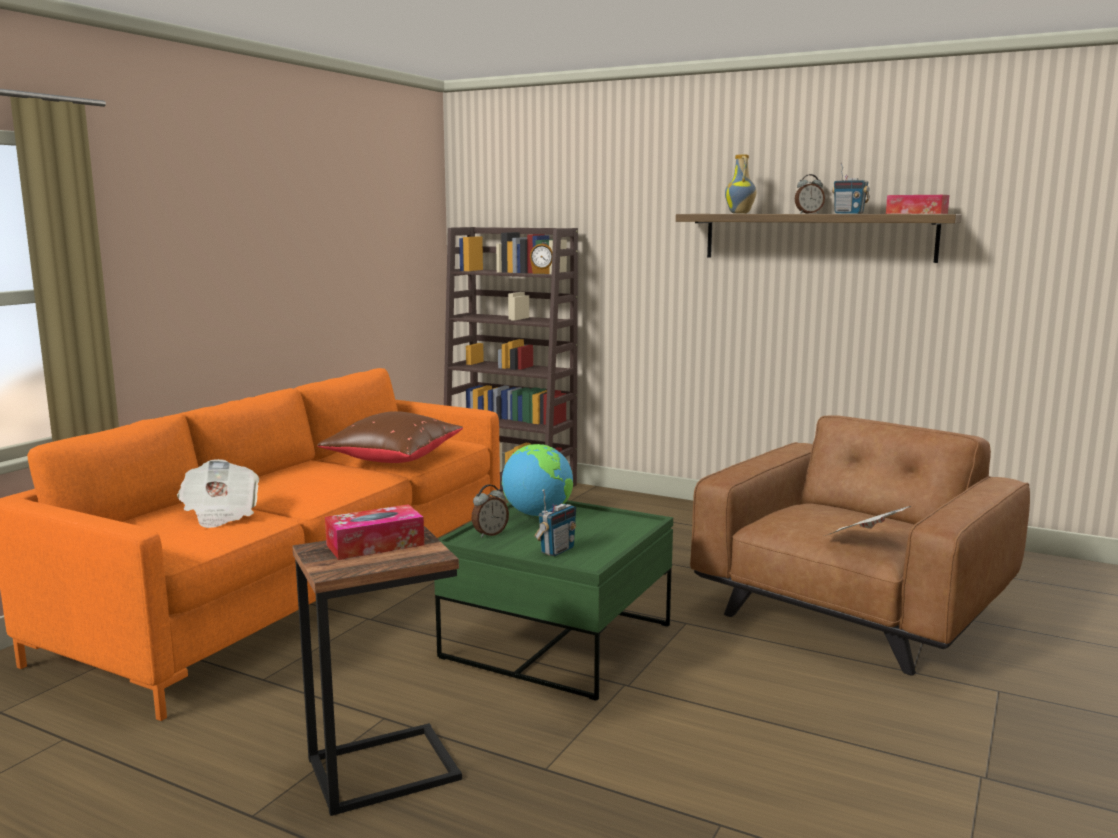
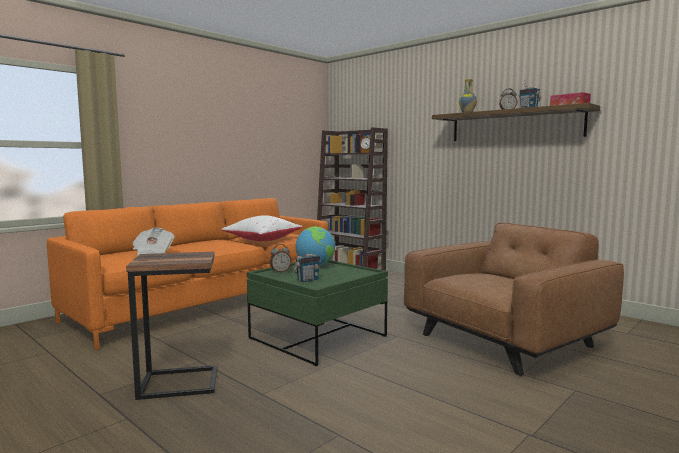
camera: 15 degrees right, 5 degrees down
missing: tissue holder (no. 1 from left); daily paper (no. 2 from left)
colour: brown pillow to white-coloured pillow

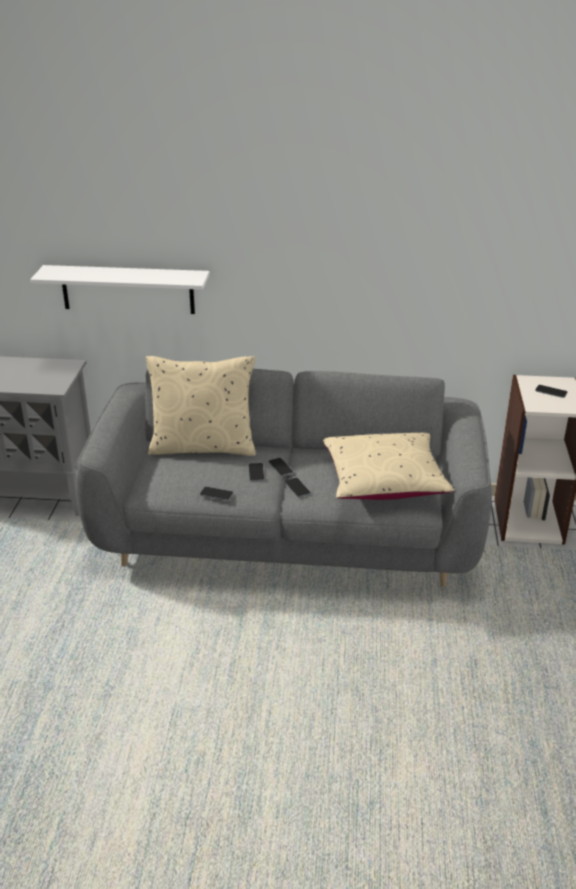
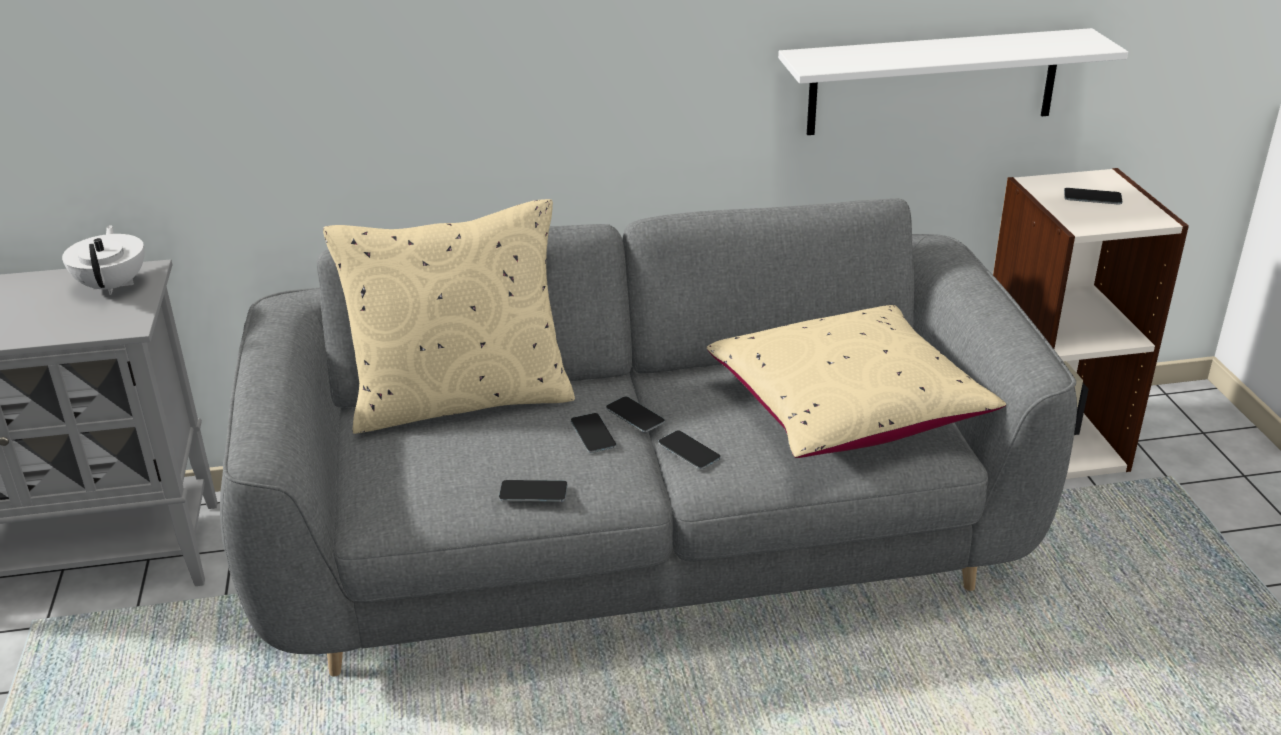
camera: 15 degrees left, 0 degrees up
appeared: white-coloured pot for tea
relocated: white-coloured wall shelf

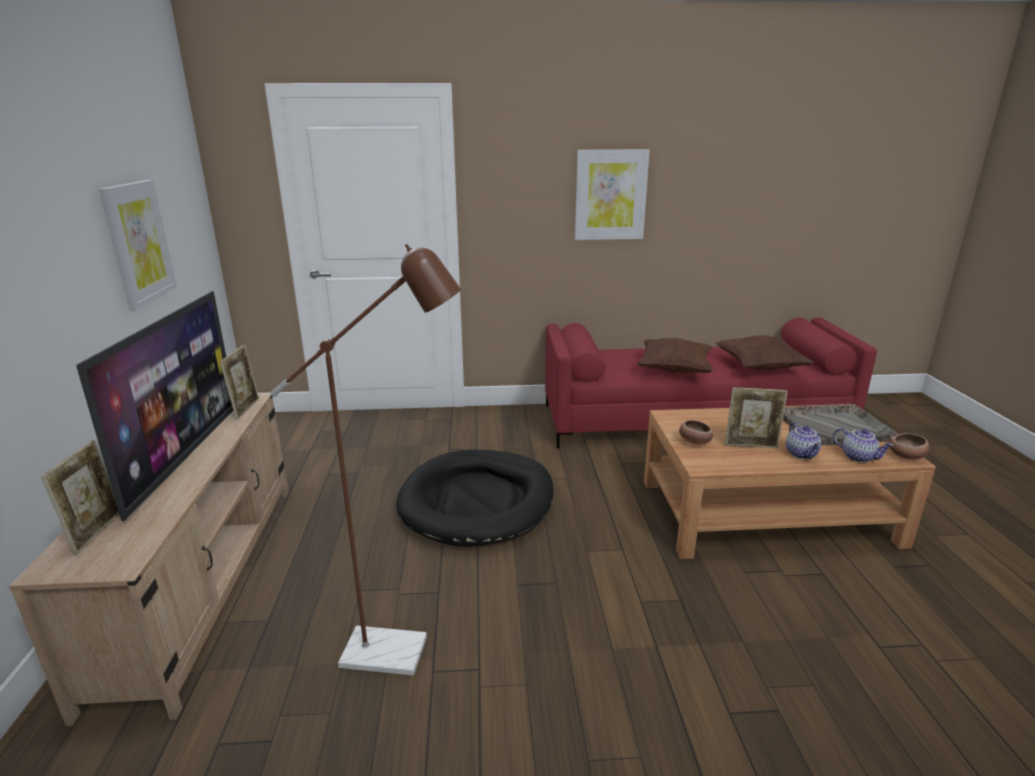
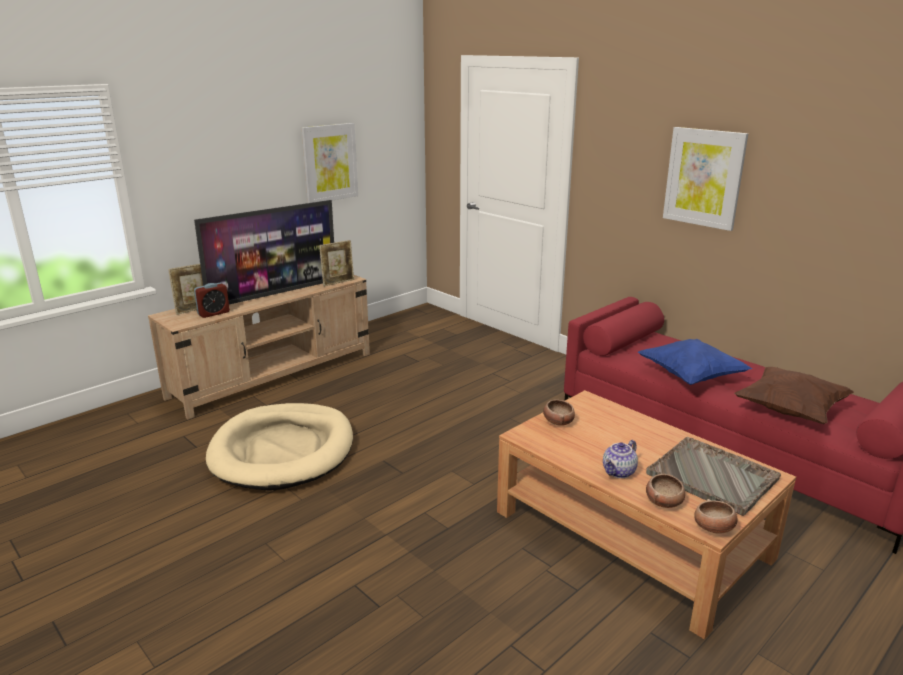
camera: 50 degrees right, 0 degrees up
missing: picture frame (no. 3 from left); black-coloured pet bed
appeared: bedside clock
exchanged: brown standing lamp to sand-coloured pet bed; pot for tea (no. 2 from left) to deep dish (no. 2 from left)
colour: brown pillow (no. 1 from left) to bluish pillow

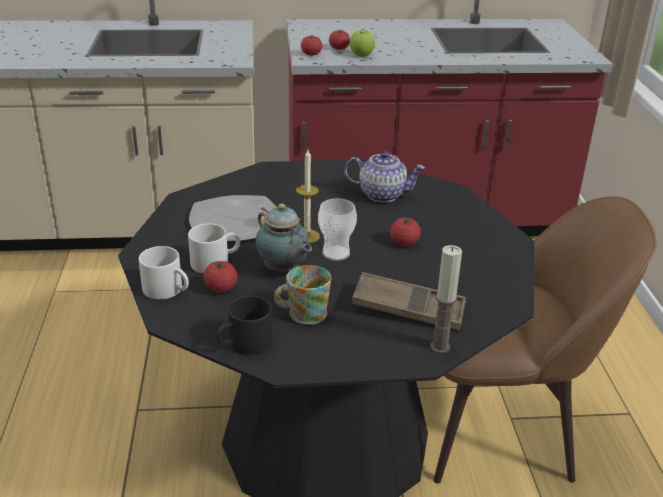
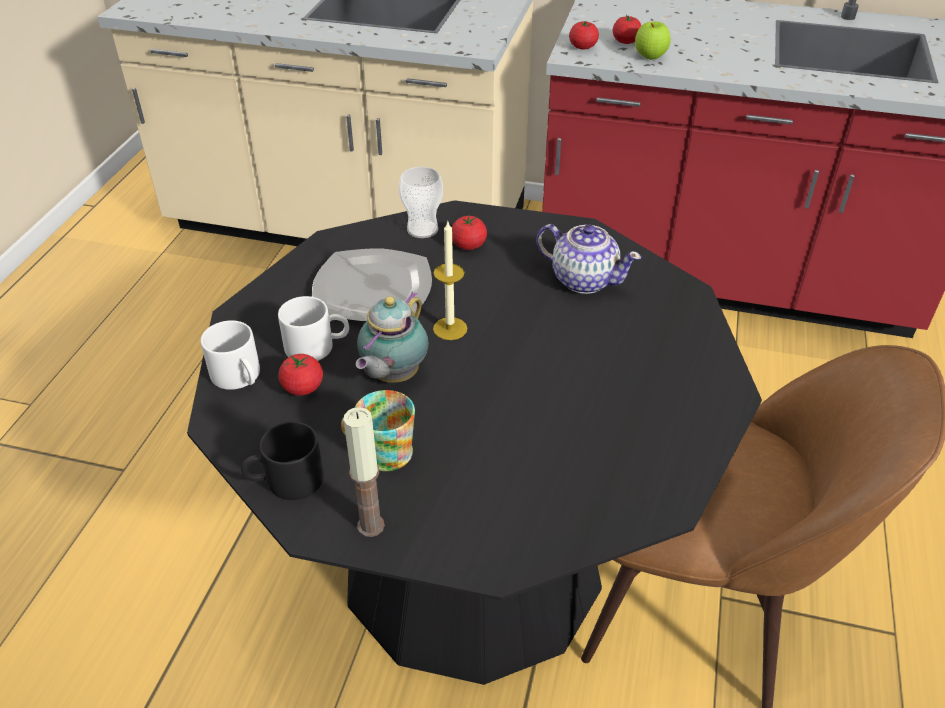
camera: 20 degrees right, 10 degrees up
missing: brown carrying tray
relocated: cup; whole tomato (no. 4 from left in the first image) to whole tomato (no. 2 from left); wax candle (no. 2 from left in the first image) to wax candle (no. 1 from left)
spun: pot for tea (no. 1 from left) 45 degrees clockwise

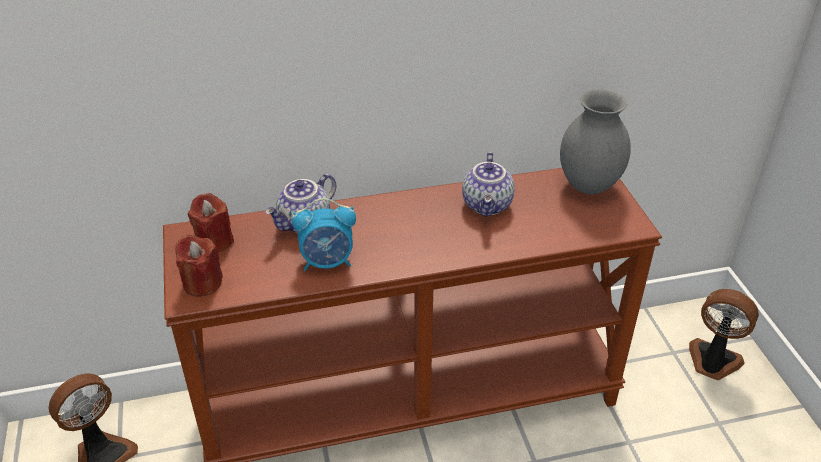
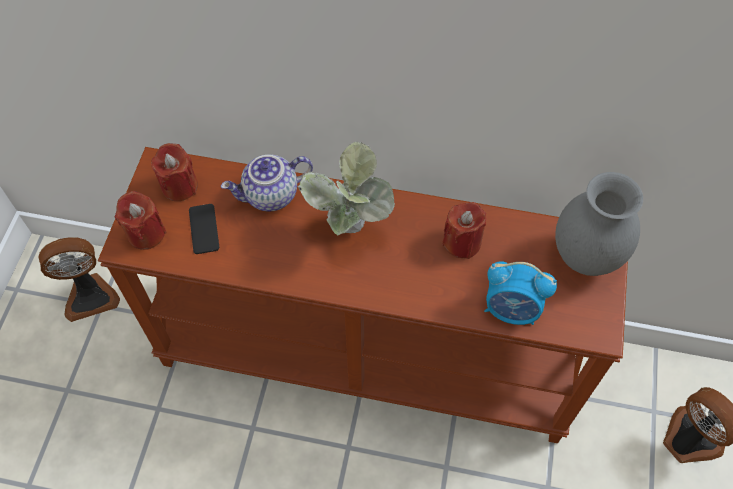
camera: 25 degrees right, 20 degrees up
appeared: potted plant; phone
relocated: bedside clock
exchanged: pot for tea (no. 2 from left) to red-coloured wax candle (no. 3 from left)

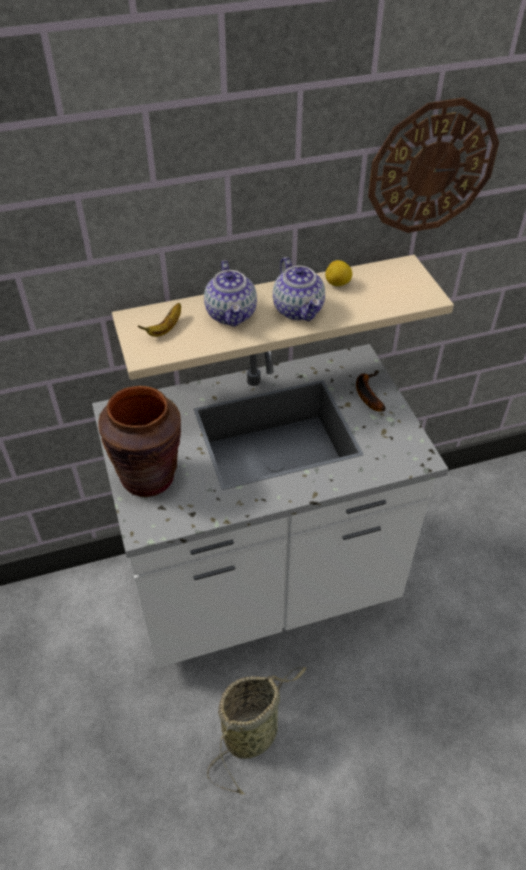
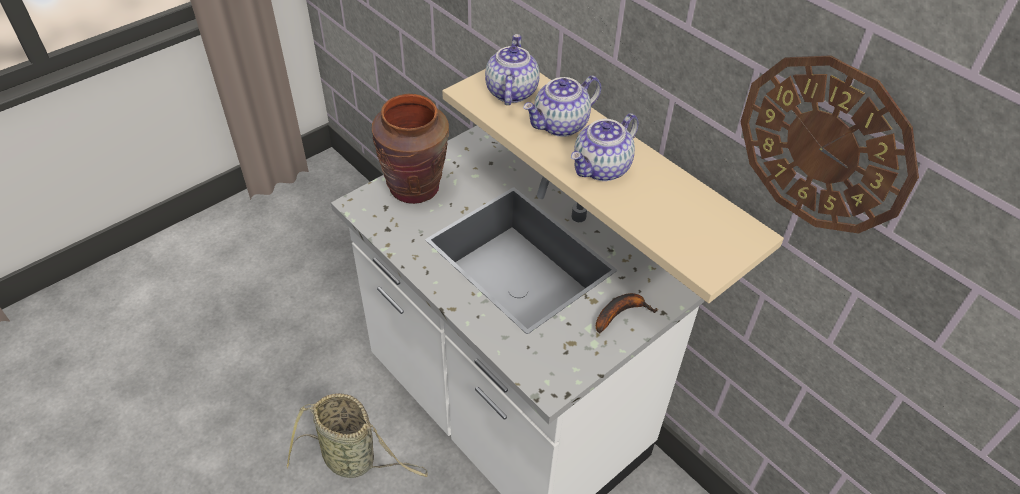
camera: 65 degrees right, 0 degrees up
missing: citrus fruit
exchanged: banana (no. 1 from left) to pot for tea (no. 1 from left)

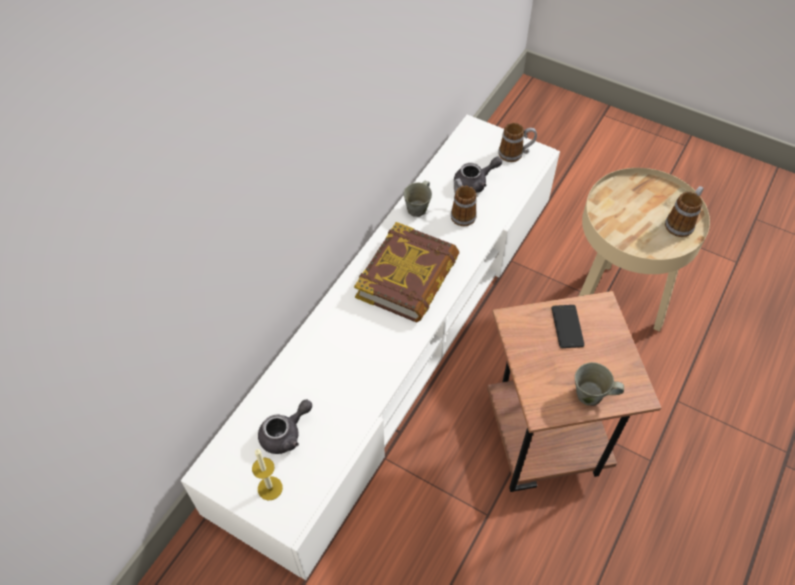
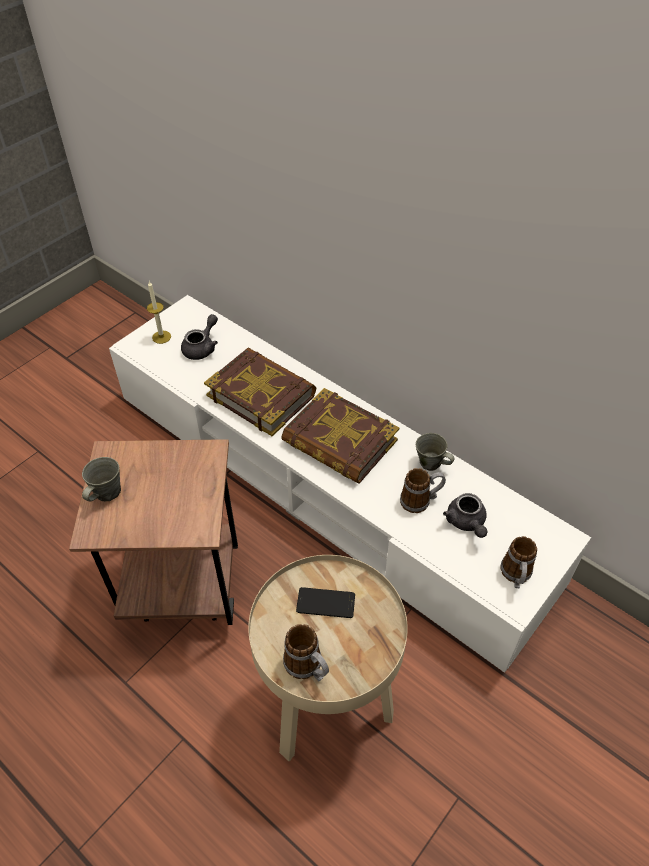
camera: 100 degrees right, 5 degrees down
appeared: volume (no. 1 from left)
relocated: phone
spun: greyish pot for tea (no. 1 from left) 120 degrees counterclockwise

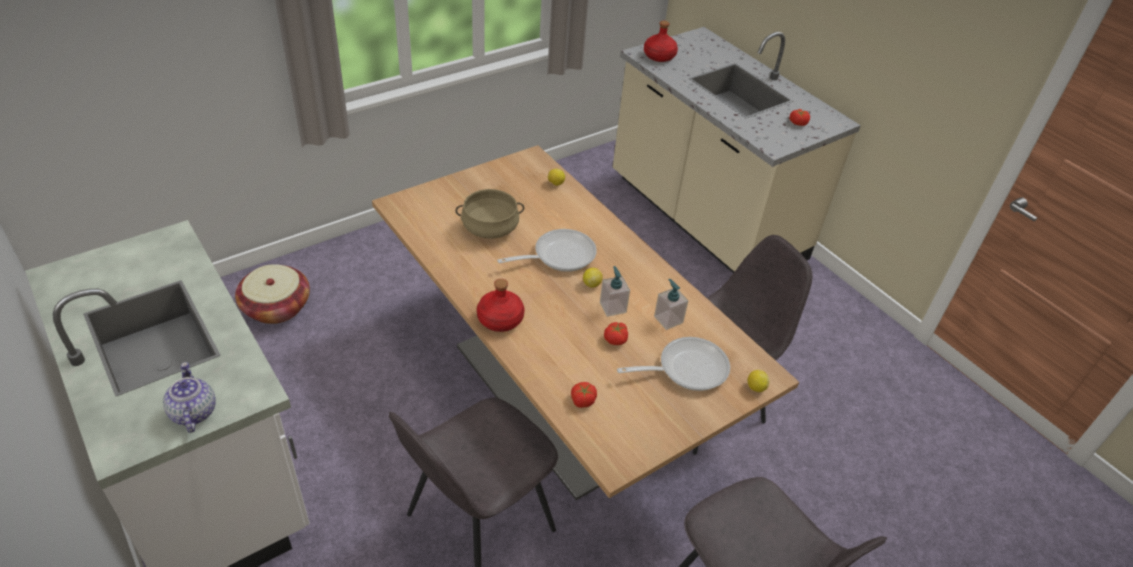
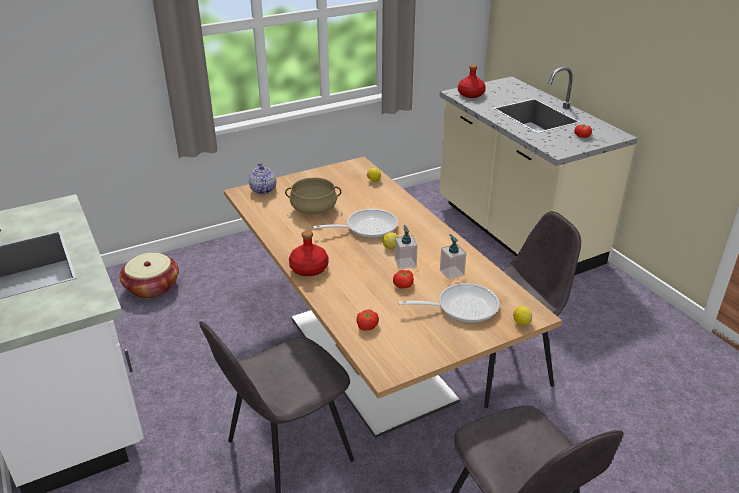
camera: 10 degrees right, 10 degrees down
relocated: pot for tea

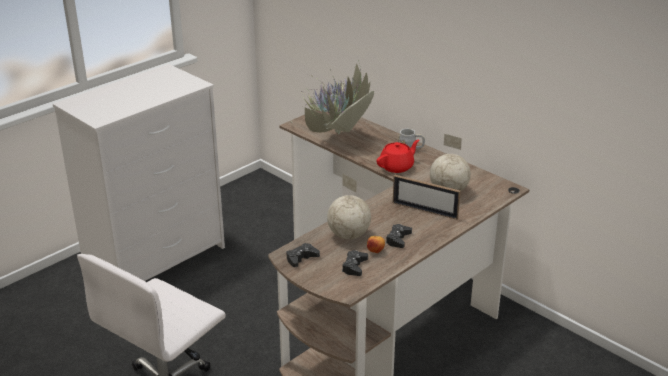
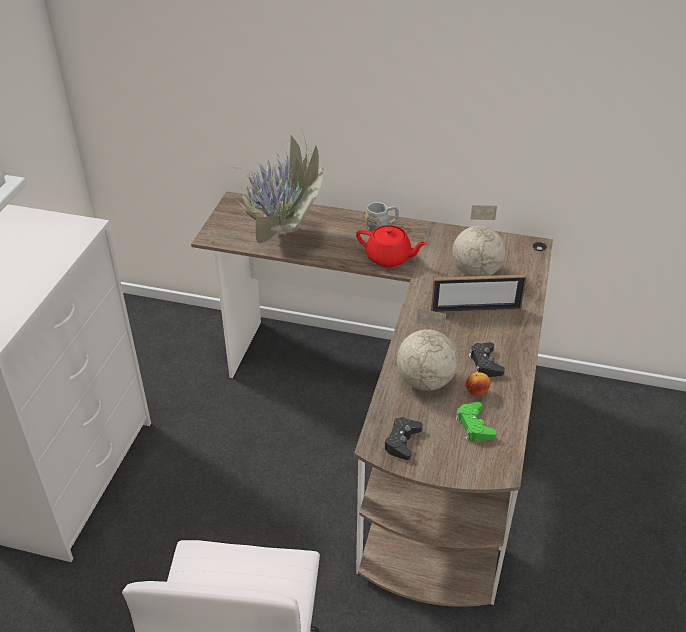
camera: 30 degrees left, 10 degrees up
colour: black-coloured joypad (no. 2 from left) to green-coloured joypad
spun: red-coloured pot for tea 90 degrees clockwise

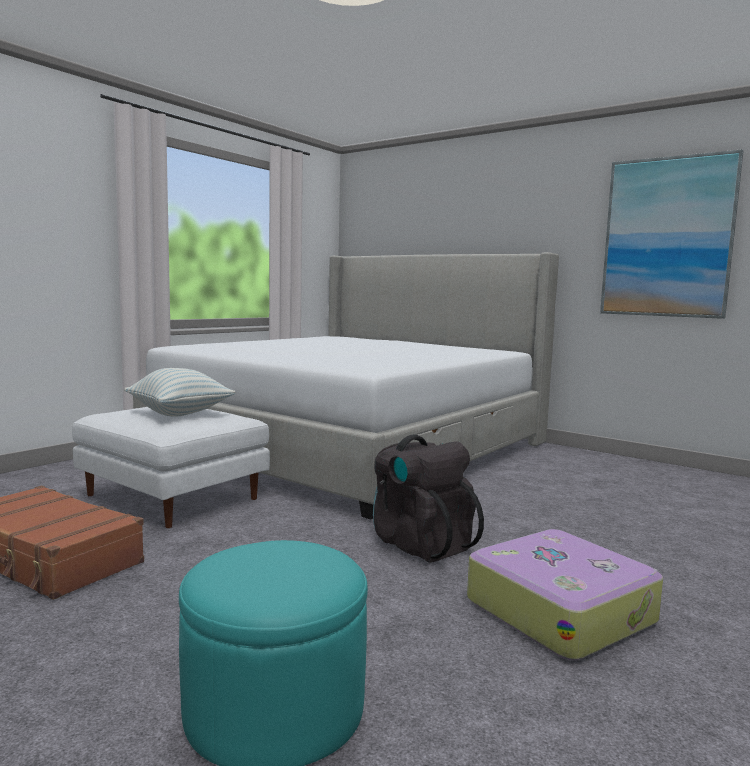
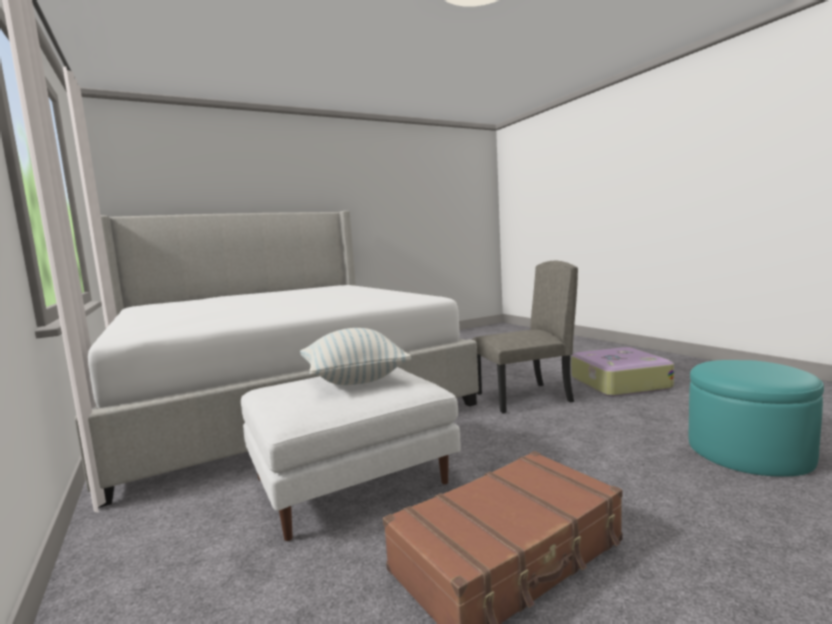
camera: 65 degrees left, 0 degrees up
missing: wall art
exchanged: black-coloured knapsack to sand-coloured upright chair

